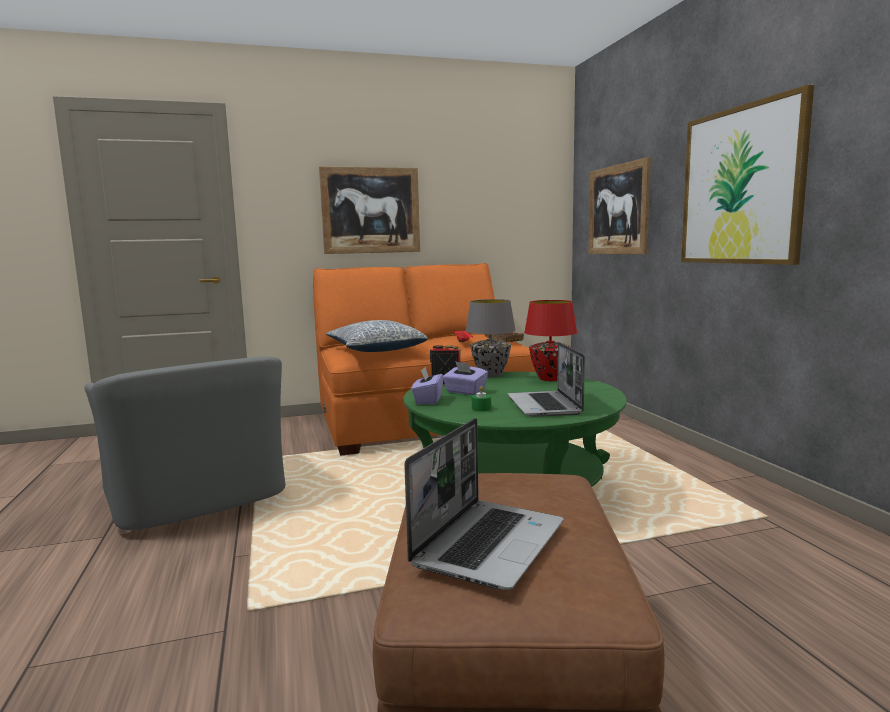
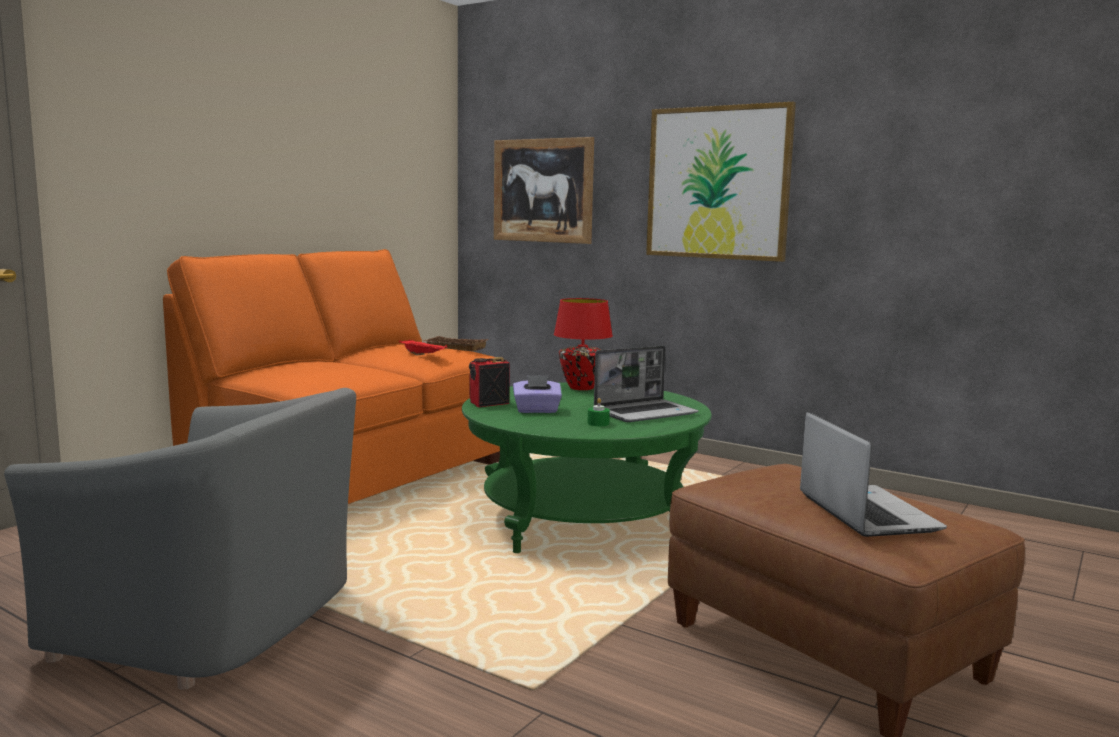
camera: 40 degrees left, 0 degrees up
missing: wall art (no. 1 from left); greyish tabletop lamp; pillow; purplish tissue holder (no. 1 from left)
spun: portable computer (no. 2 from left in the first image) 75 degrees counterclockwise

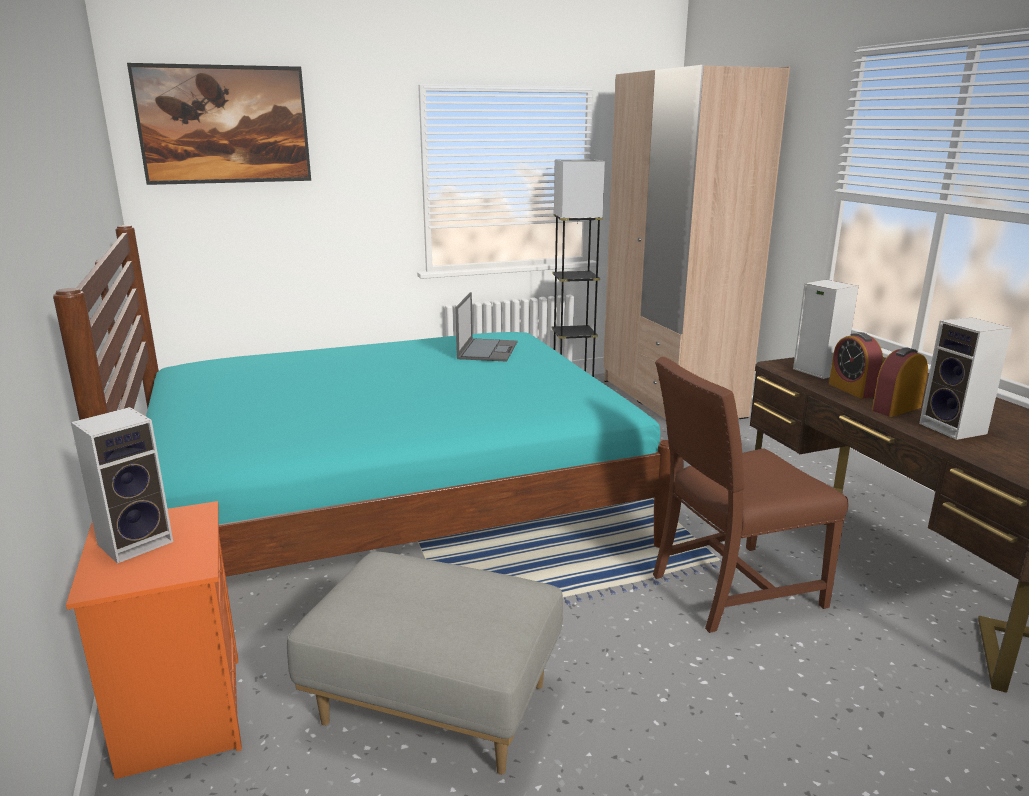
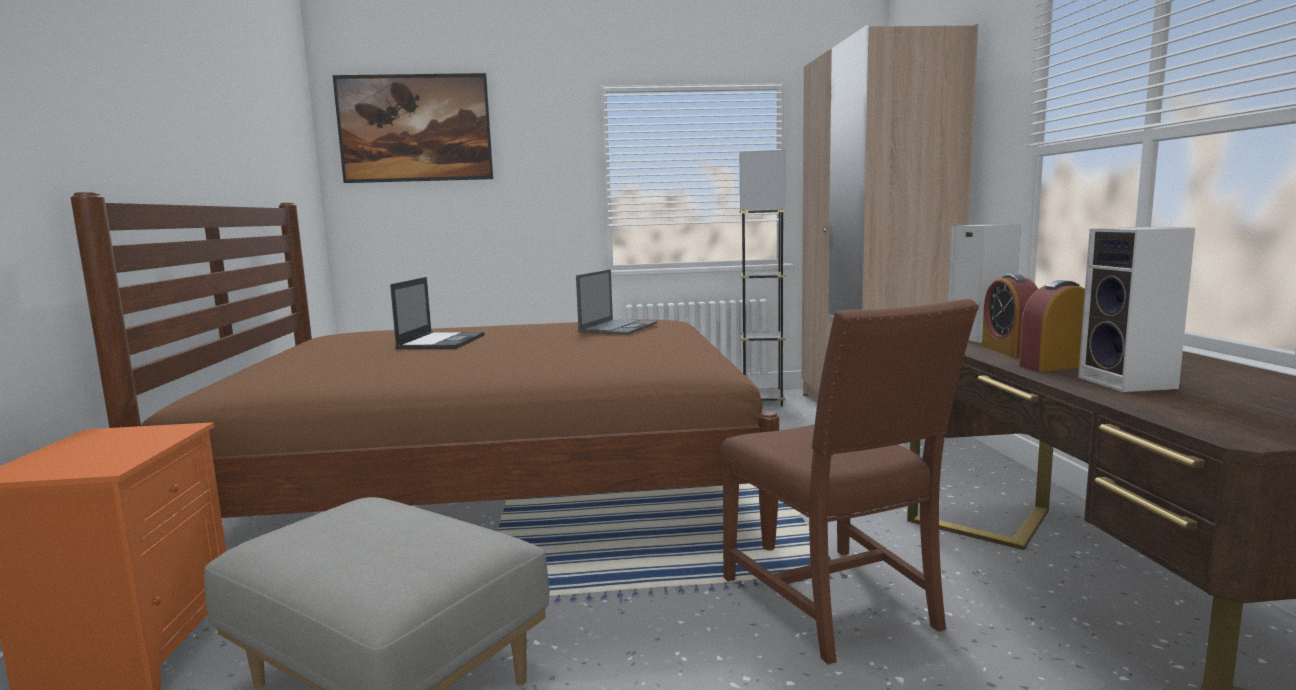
camera: 15 degrees right, 10 degrees down
missing: audio speaker (no. 1 from left)
appeared: portable computer (no. 1 from left)
colour: turquoise bed to brown bed
spun: brown upright chair 105 degrees counterclockwise

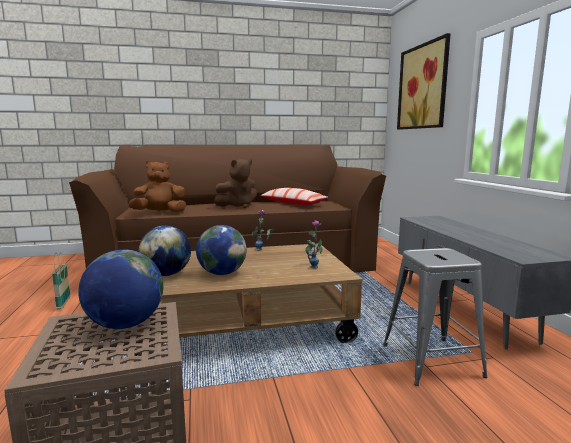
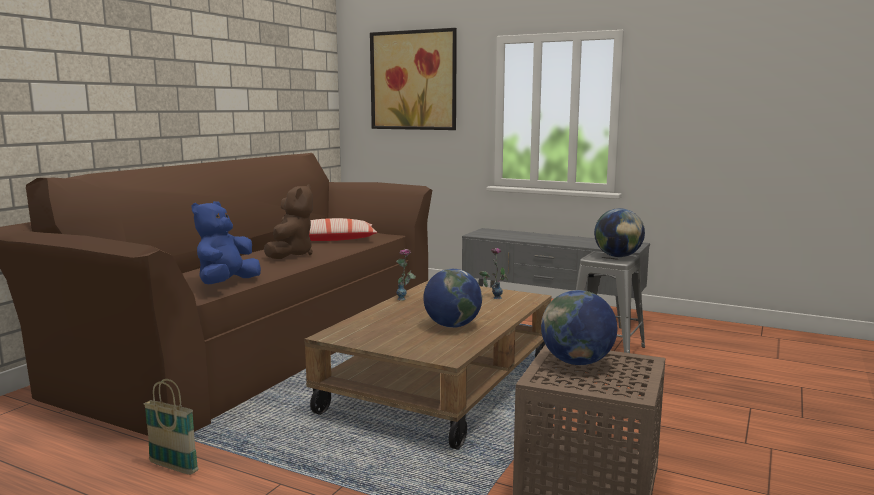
camera: 50 degrees left, 0 degrees up
relocated: world globe (no. 2 from left in the first image) to world globe (no. 3 from left)
colour: brown plush toy (no. 1 from left) to bluish plush toy

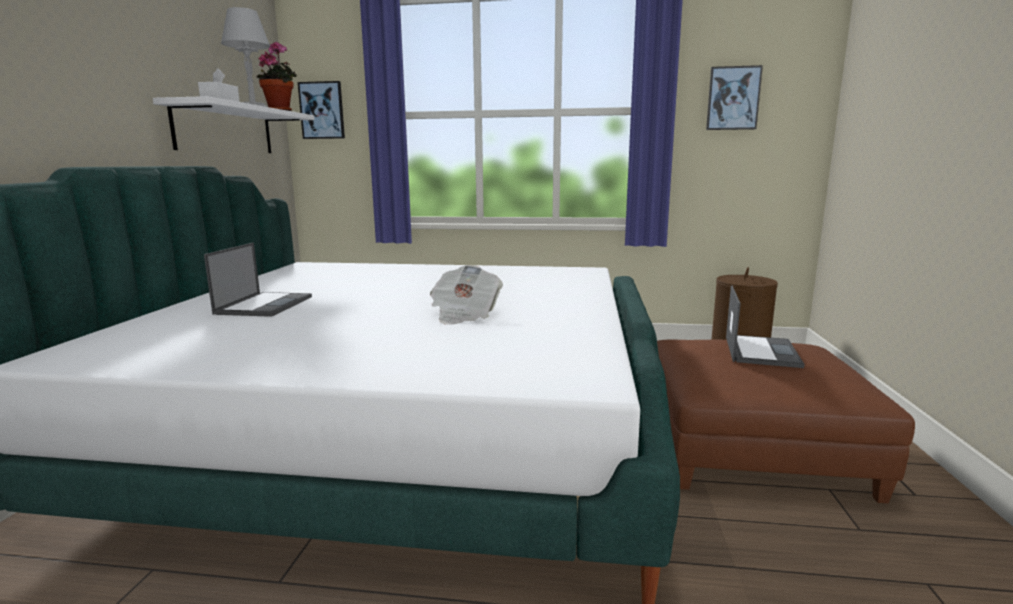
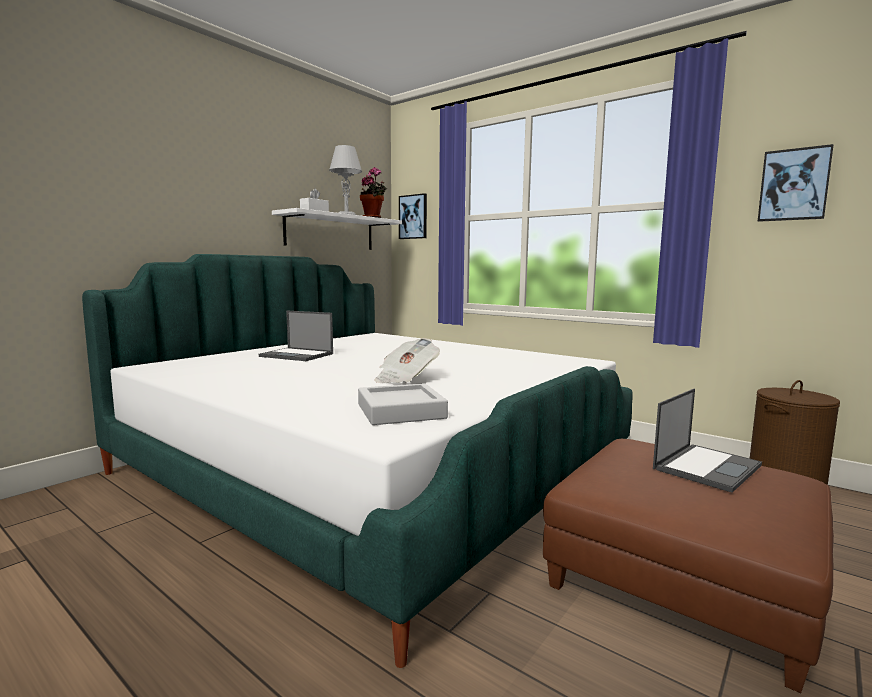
camera: 30 degrees right, 5 degrees down
appeared: greyish carrying tray
spun: portable computer (no. 1 from left) 75 degrees clockwise

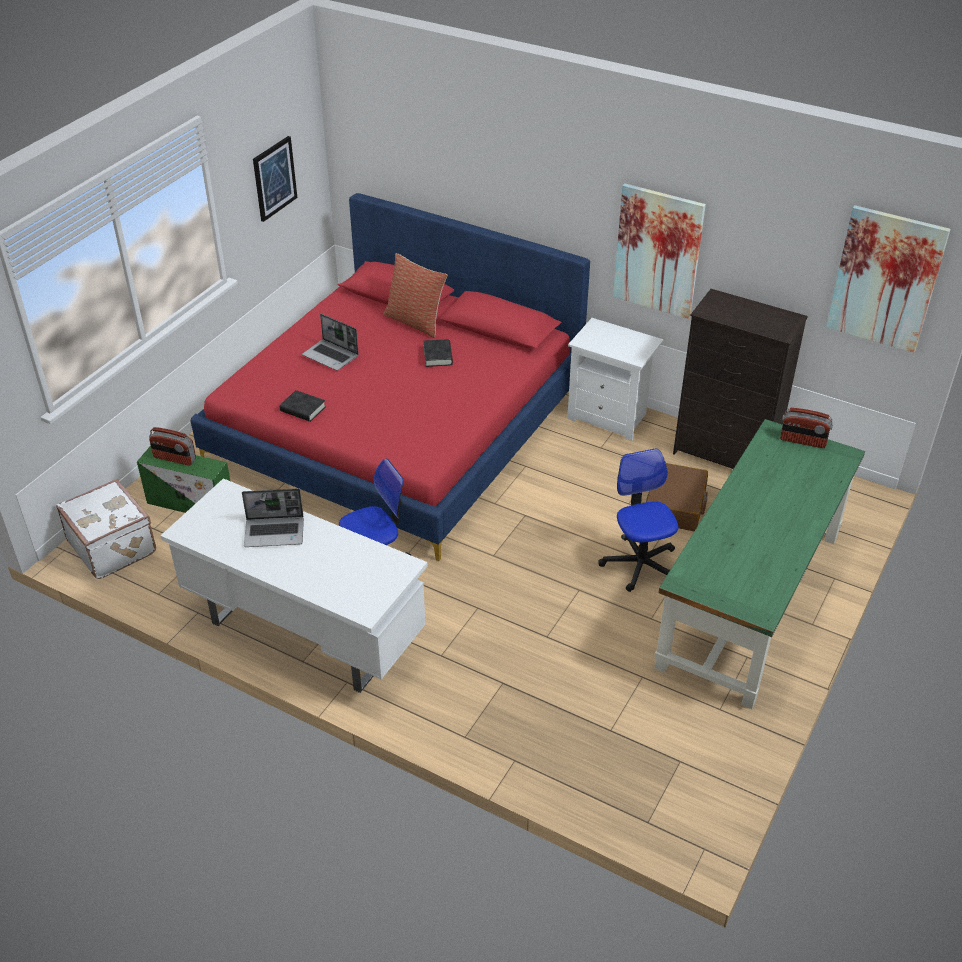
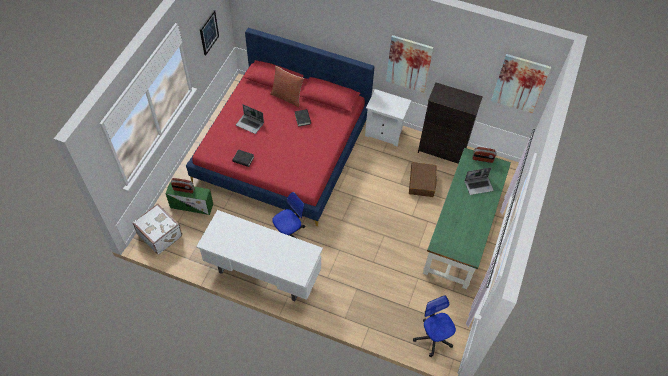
camera: 10 degrees left, 15 degrees up
relocated: desk chair (no. 2 from left); portable computer (no. 1 from left in the first image) to portable computer (no. 2 from left)

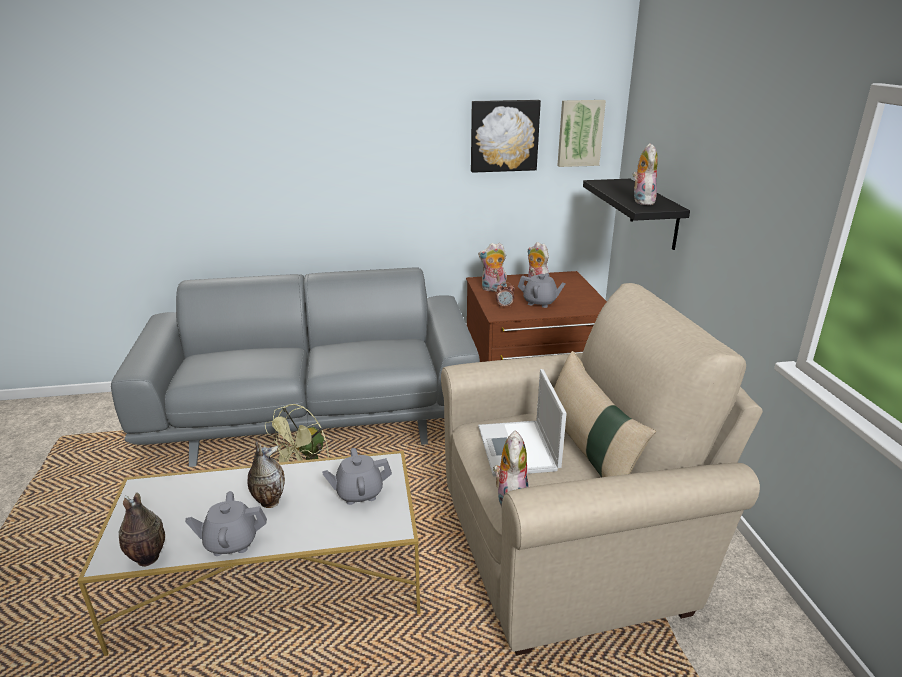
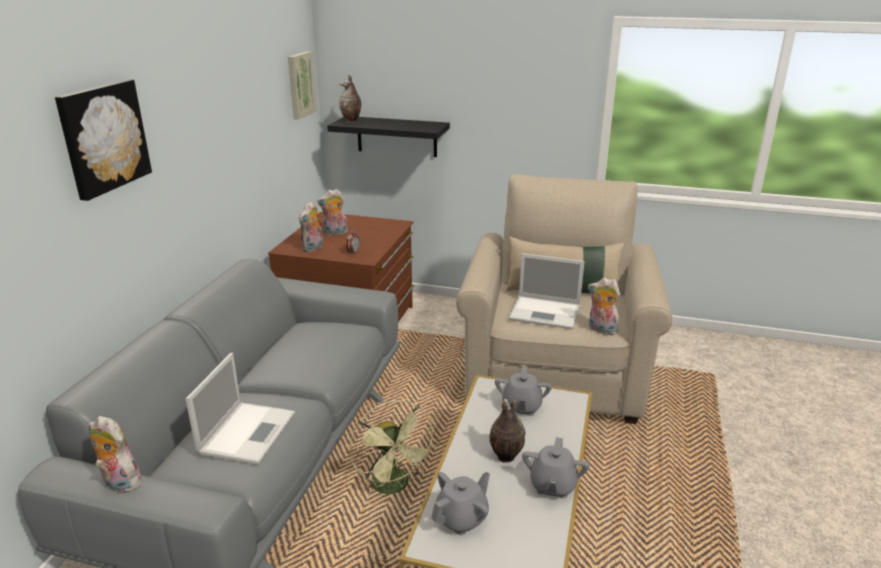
camera: 65 degrees left, 0 degrees up
appeared: portable computer (no. 1 from left)
relocated: wall art (no. 1 from left); plush toy (no. 4 from left in the first image) to plush toy (no. 1 from left); greyish pot for tea (no. 3 from left in the first image) to greyish pot for tea (no. 1 from left); decorative vase (no. 1 from left)

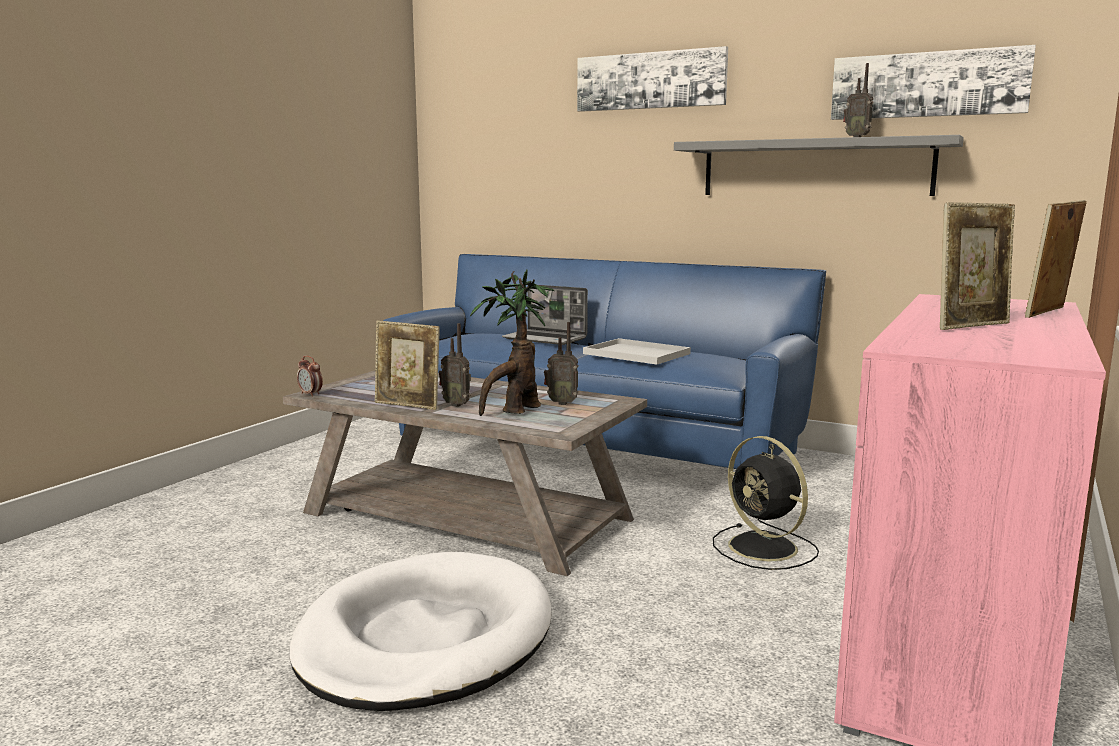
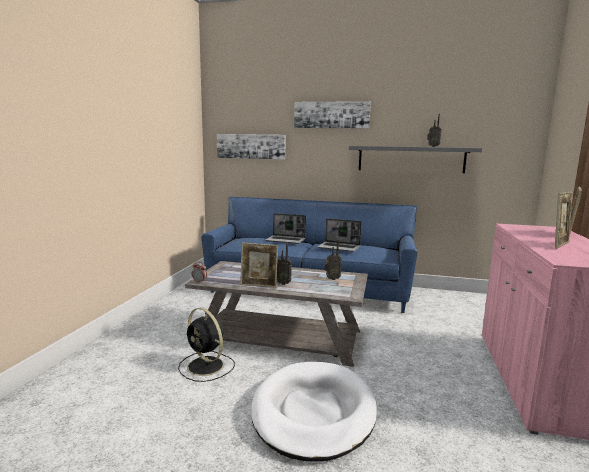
camera: 15 degrees left, 0 degrees up
missing: potted plant
relocated: wall art (no. 2 from left in the first image) to wall art (no. 1 from left); black-coloured cooling fan
exchanged: white-coloured carrying tray to portable computer (no. 2 from left)

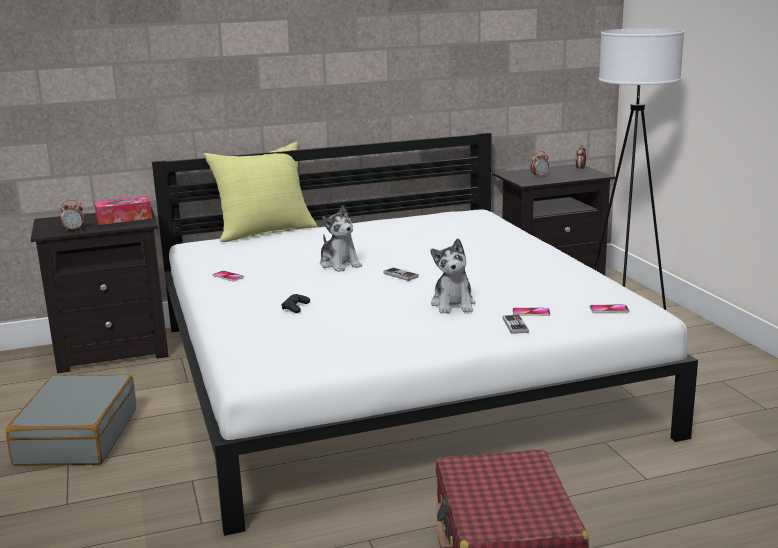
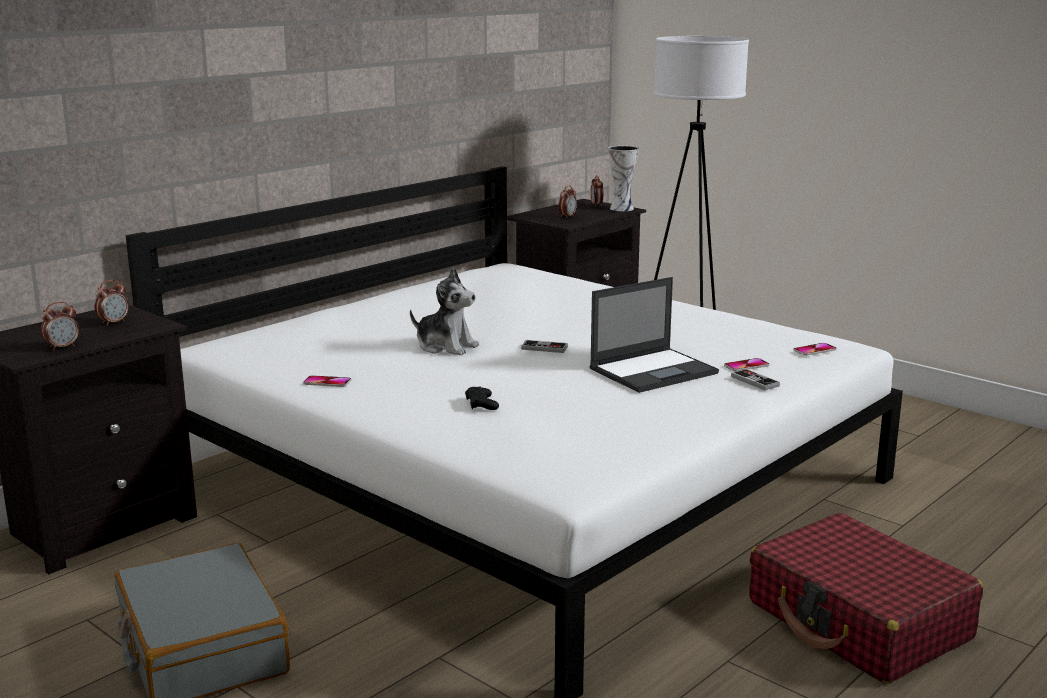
camera: 30 degrees left, 0 degrees up
missing: yellow pillow
appeared: decorative vase
exchanged: tissue holder to bedside clock (no. 2 from left); plush toy (no. 2 from left) to portable computer

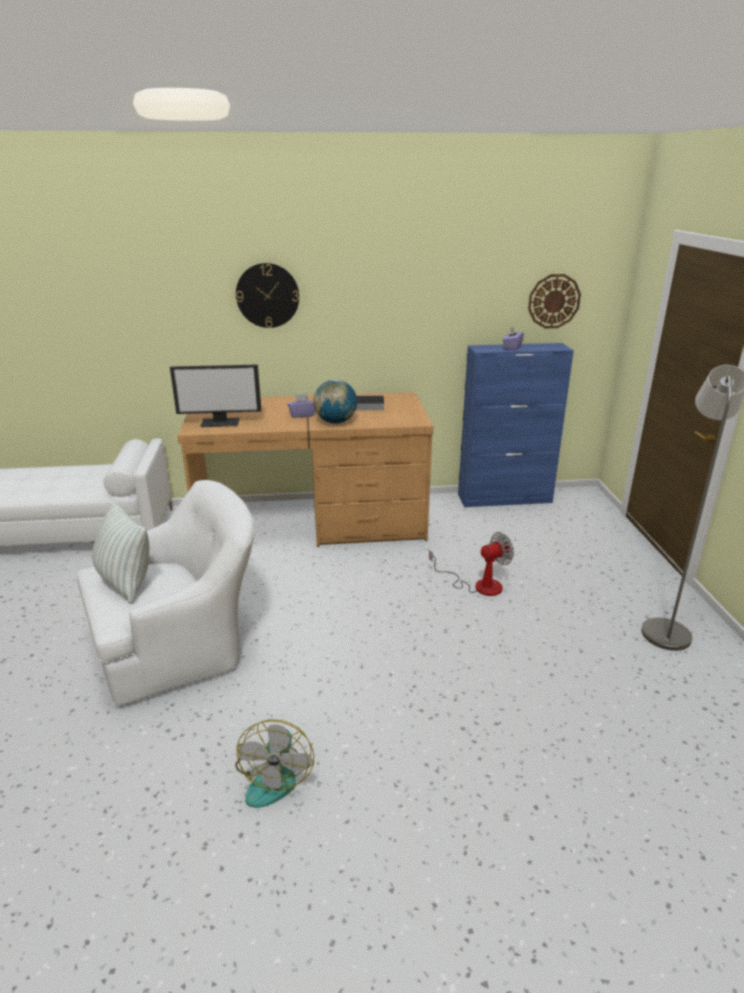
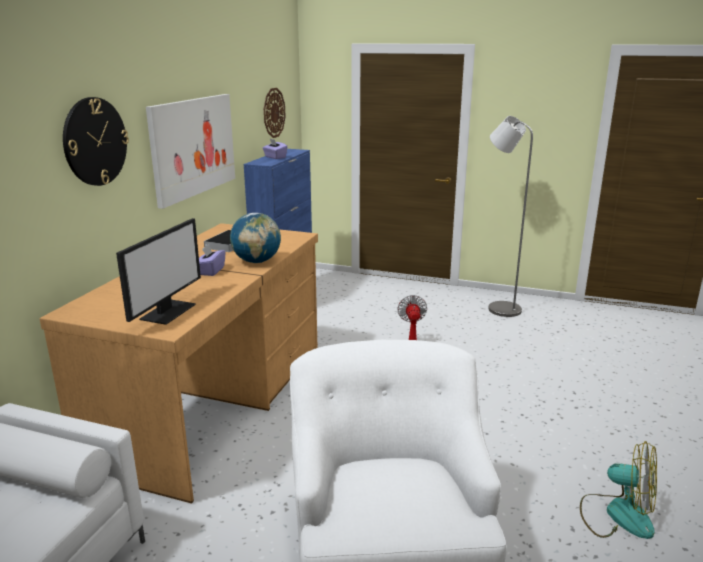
camera: 65 degrees left, 5 degrees down
missing: pillow
appeared: wall art

